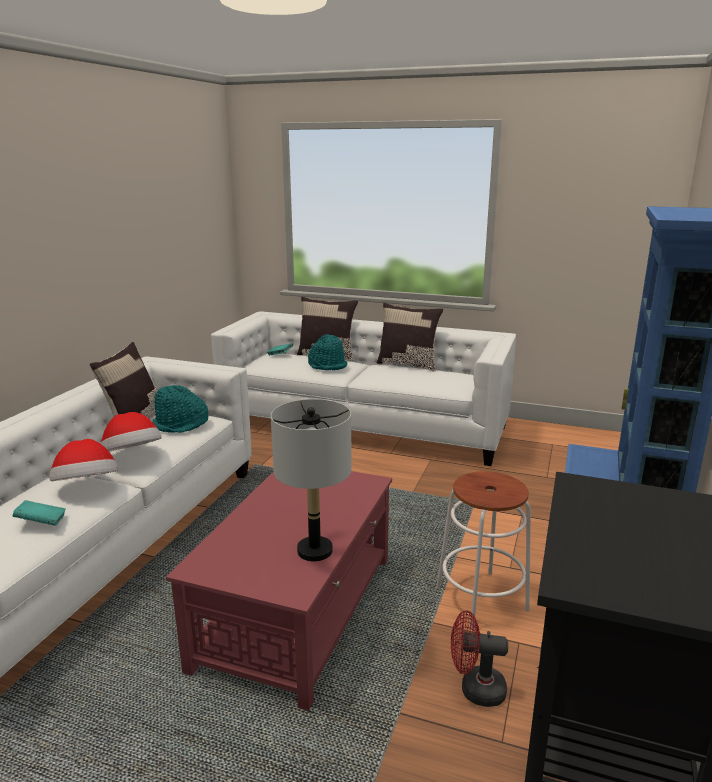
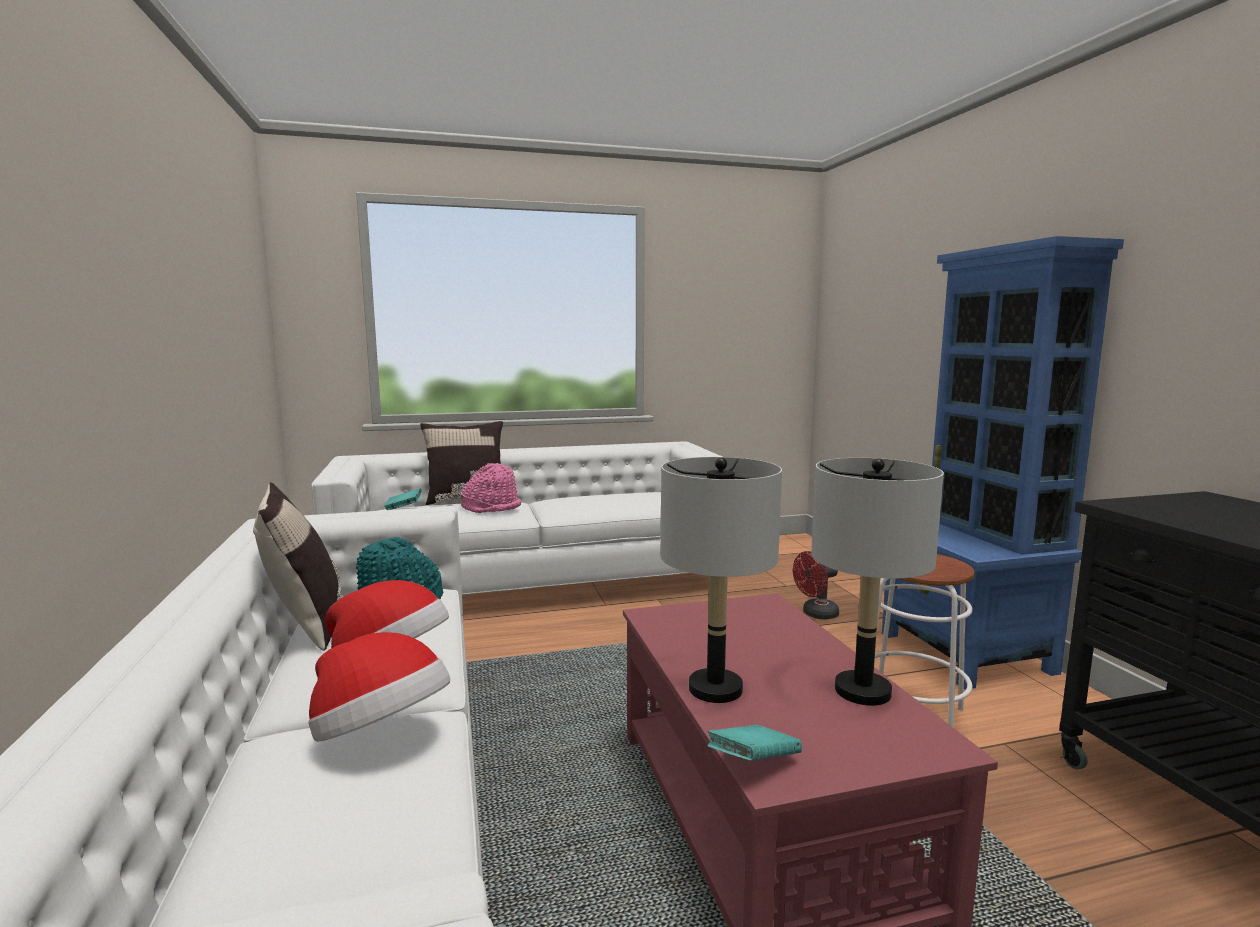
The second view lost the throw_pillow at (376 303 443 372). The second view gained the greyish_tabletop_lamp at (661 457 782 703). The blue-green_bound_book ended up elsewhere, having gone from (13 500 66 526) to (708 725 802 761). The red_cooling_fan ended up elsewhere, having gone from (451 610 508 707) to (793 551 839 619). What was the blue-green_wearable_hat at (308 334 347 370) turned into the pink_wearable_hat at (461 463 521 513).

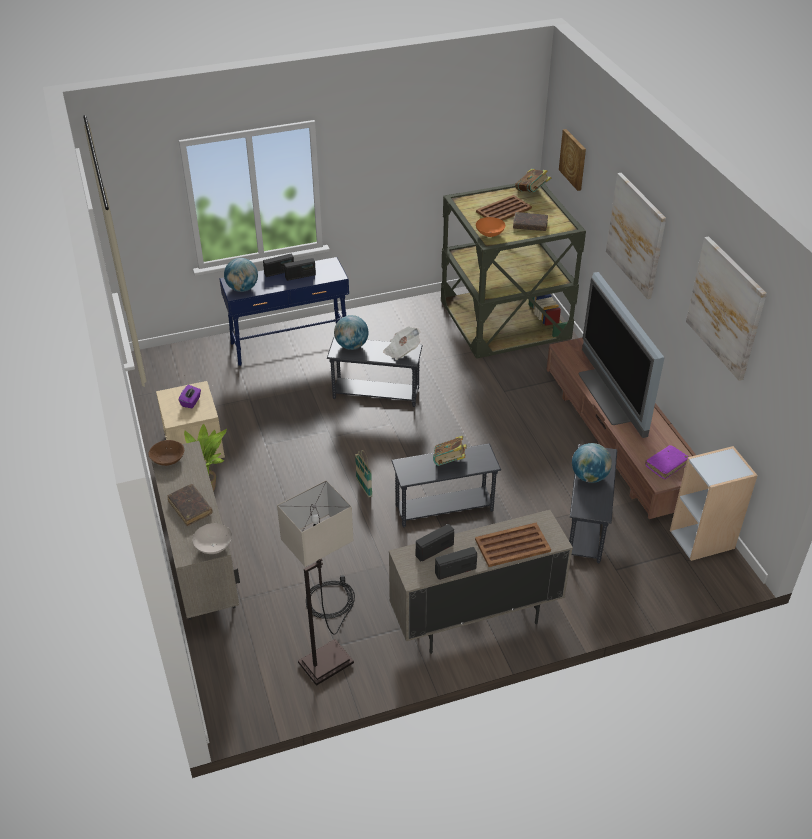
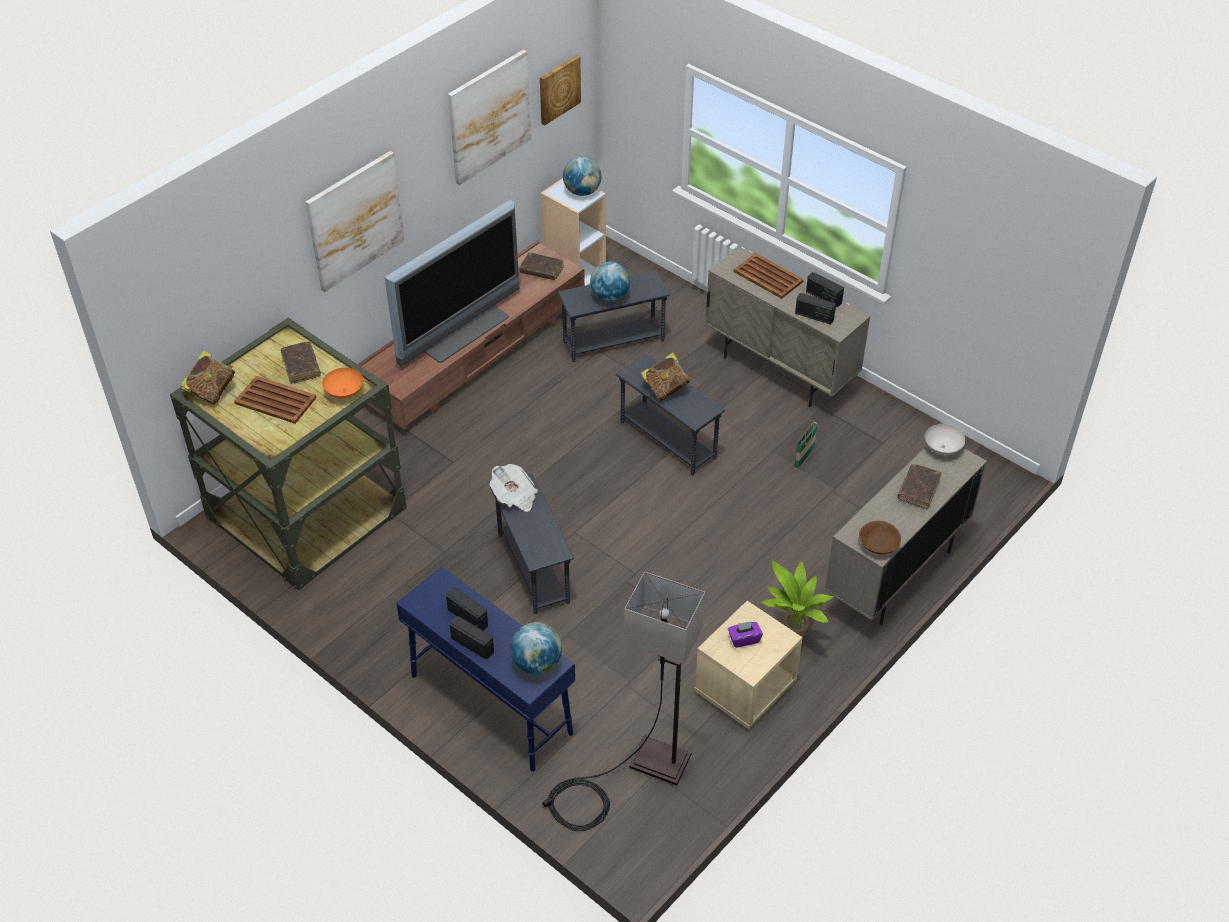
The standard_lamp ended up elsewhere, having gone from (277 480 355 686) to (542 572 705 831). The world_globe ended up elsewhere, having gone from (334 315 369 350) to (563 157 602 196). The household_basket ended up elsewhere, having gone from (355 450 373 497) to (794 418 818 470). The wall_art ended up elsewhere, having gone from (559 129 586 191) to (540 55 581 125). What was the purple-coloured_bound_book at (645 445 689 479) turned into the brown-coloured_bound_book at (519 252 564 280).

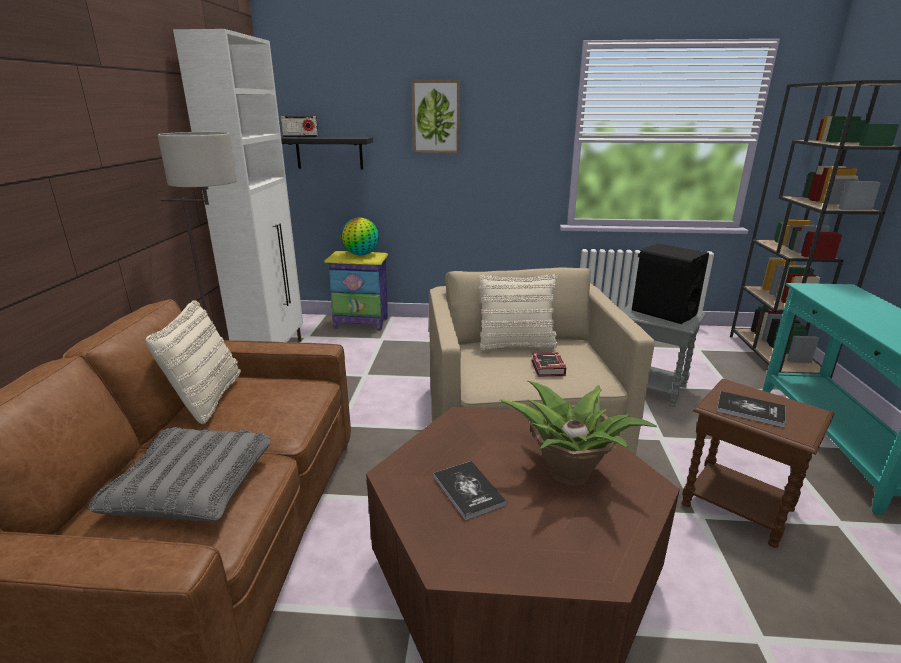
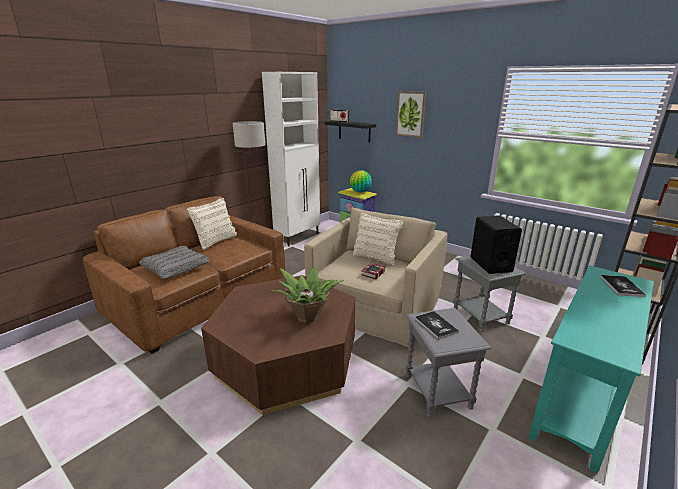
The bound_book ended up elsewhere, having gone from (434 461 506 520) to (600 275 646 297). What was the brown-coloured_end_table at (682 379 834 548) turned into the greyish_end_table at (405 308 492 417).

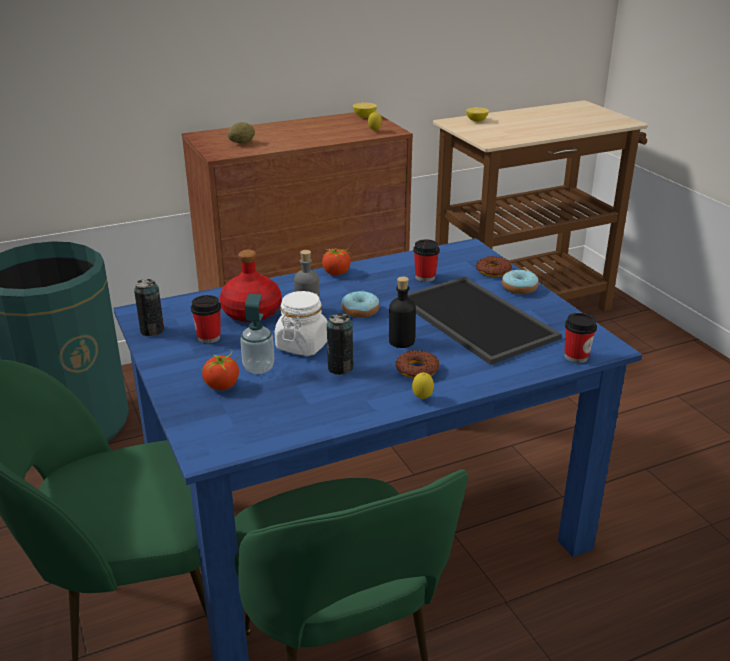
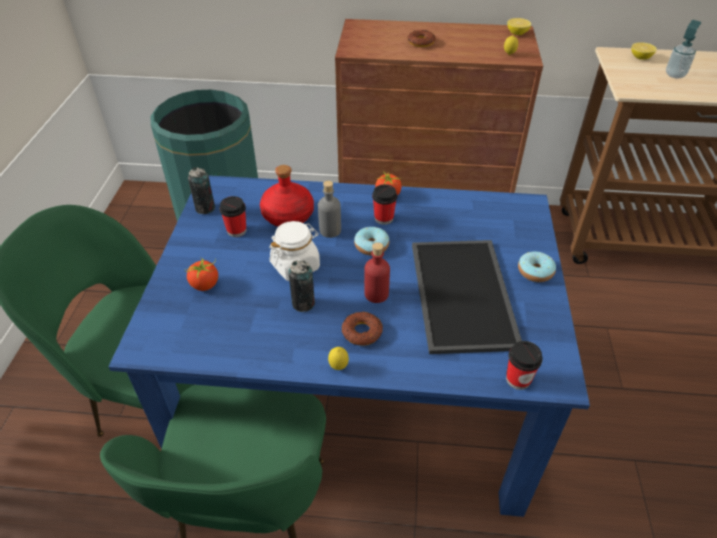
The second view lost the spud at (227 122 255 144). The liquid_soap_bottle ended up elsewhere, having gone from (240 294 274 374) to (666 20 701 79). The drinking_cup ended up elsewhere, having gone from (413 239 440 282) to (372 184 397 225). The donut ended up elsewhere, having gone from (476 256 512 277) to (407 30 436 47). What was the black-coloured_drink_bottle at (389 277 416 348) turned into the red_drink_bottle at (364 242 390 303).

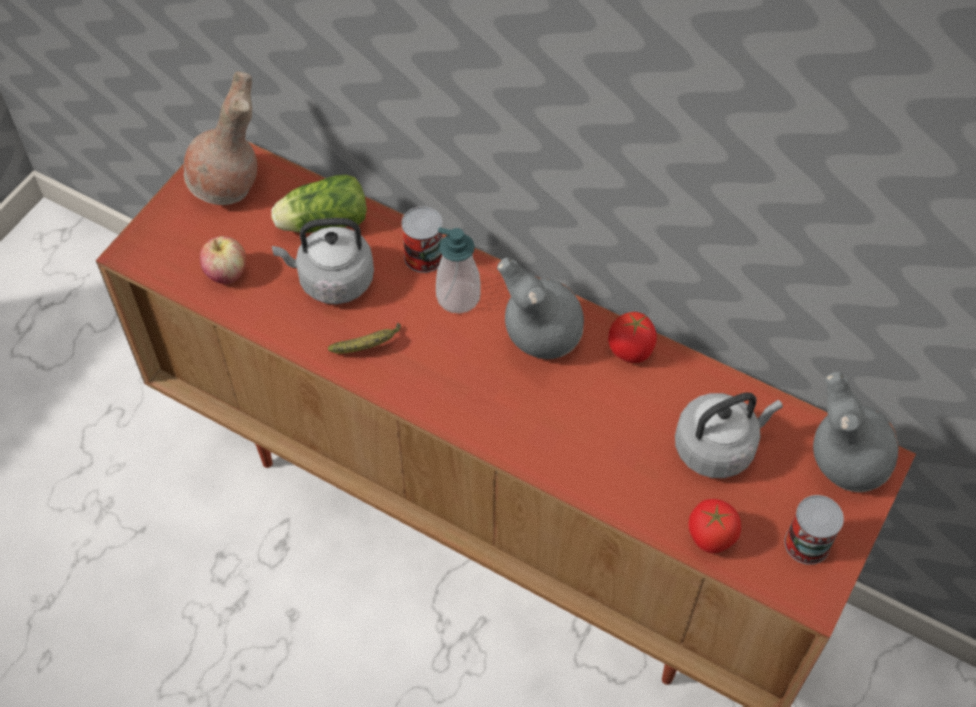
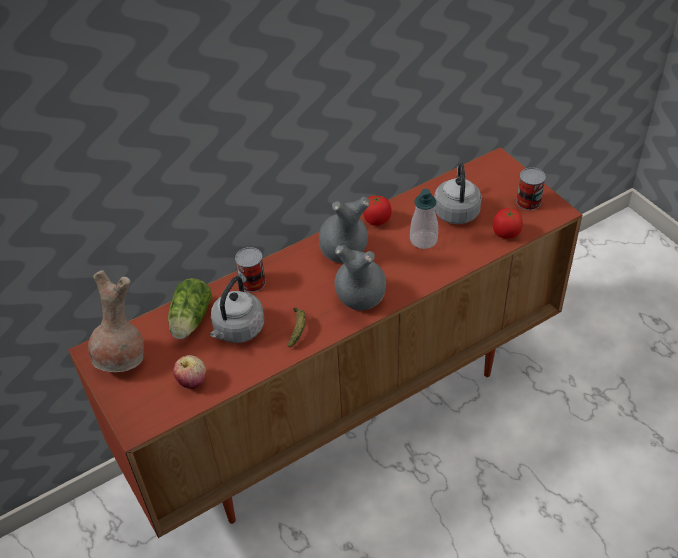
The liquid_soap_bottle ended up elsewhere, having gone from (436 227 481 313) to (410 189 438 249). The greyish_flower_vase ended up elsewhere, having gone from (813 372 898 492) to (334 245 386 310).

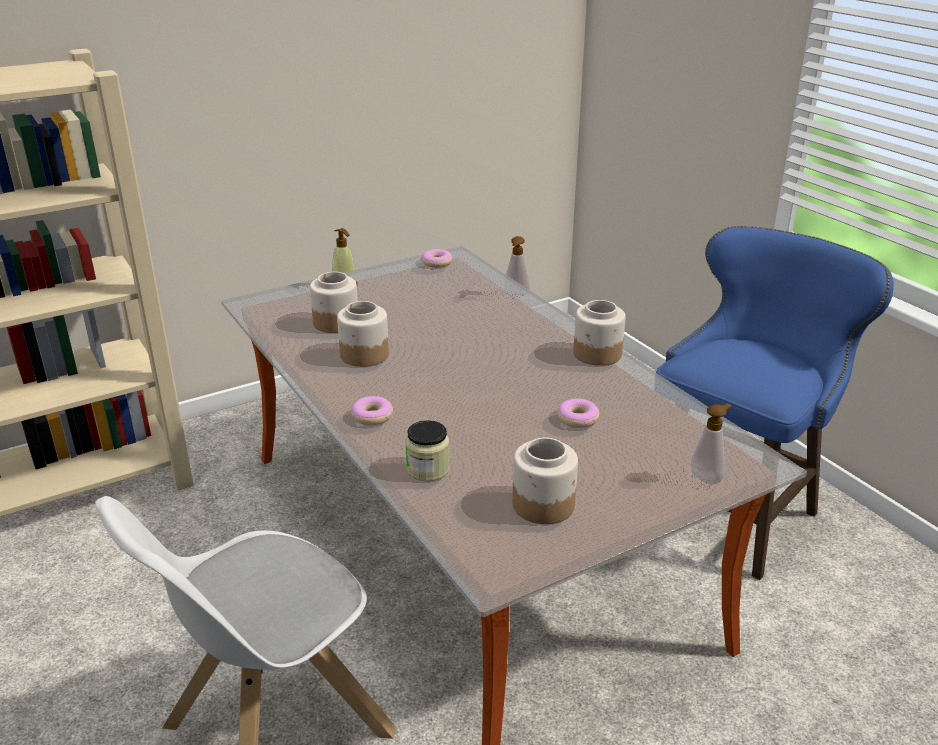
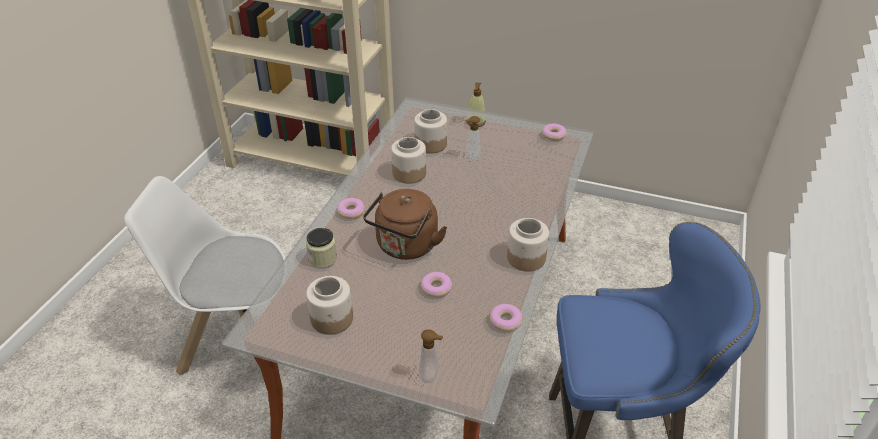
The second view gained the brown-coloured_water_kettle at (363 189 448 260). The second view gained the donut at (490 304 523 331). The liquid_soap_bottle ended up elsewhere, having gone from (504 236 530 297) to (465 116 481 160).

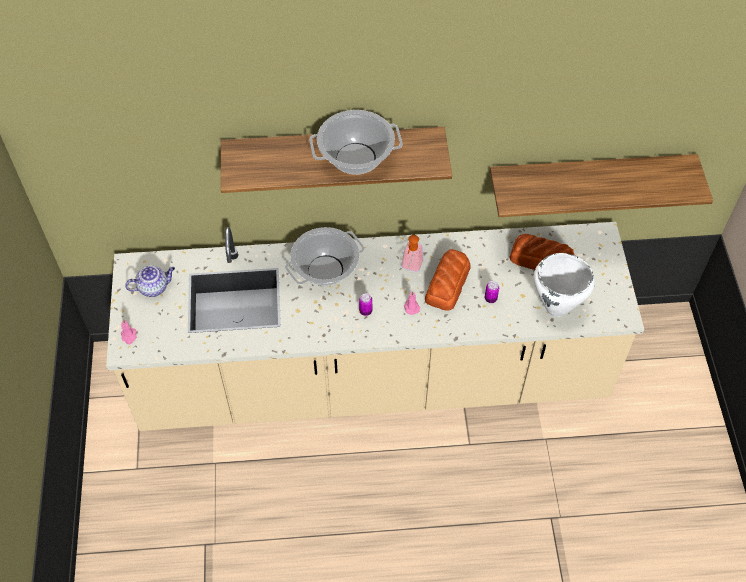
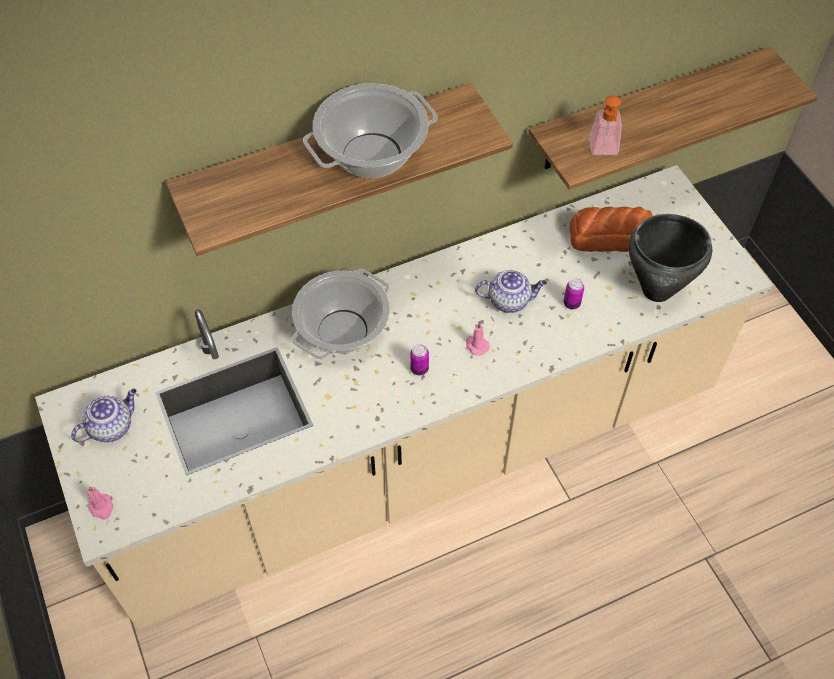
The liquid_soap_bottle ended up elsewhere, having gone from (401 235 423 272) to (589 95 622 155). Where the bread stood at (425 249 470 311), the pot_for_tea came to stand at (475 270 547 313). What was the white_saucepot at (534 253 595 317) turned into the black-coloured_saucepot at (628 214 712 302).

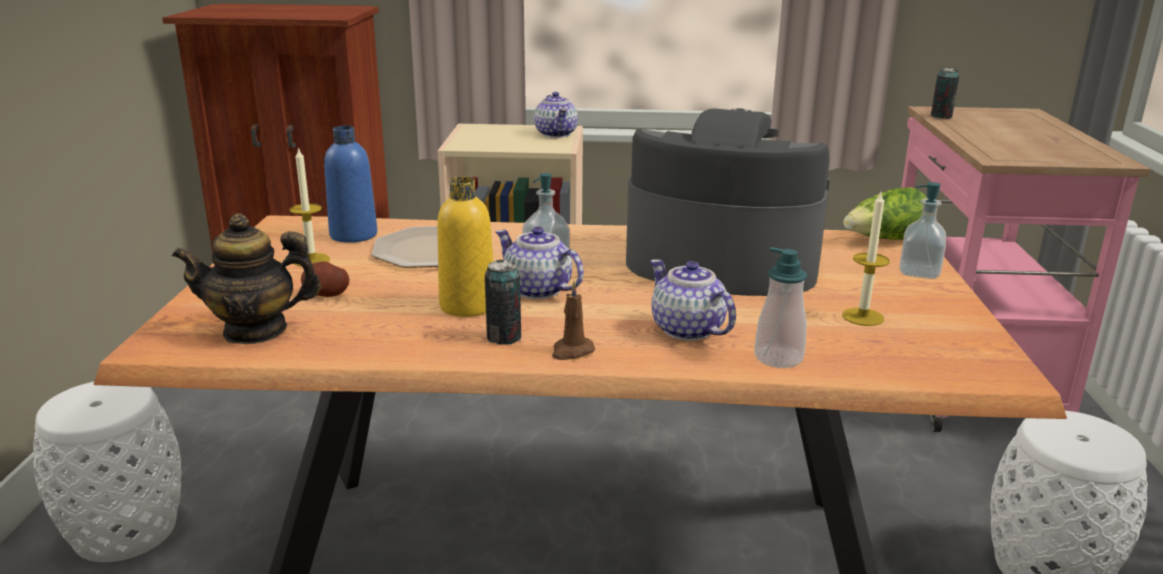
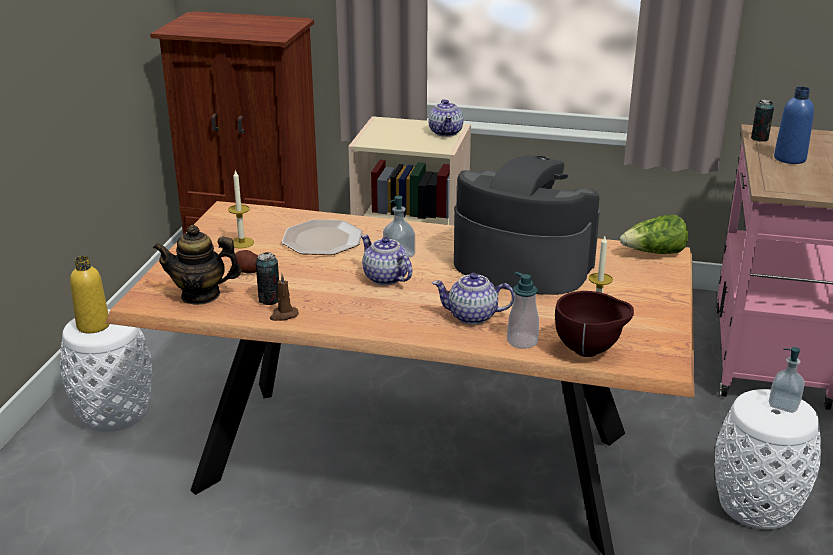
The second view gained the brown-coloured_deep_dish at (555 291 634 357). The blue_drink_bottle ended up elsewhere, having gone from (324 126 377 243) to (774 87 814 164). The yellow_drink_bottle ended up elsewhere, having gone from (437 177 493 317) to (70 256 109 333). The metal_can ended up elsewhere, having gone from (485 260 521 345) to (256 252 279 305). The brown-coloured_wax_candle ended up elsewhere, having gone from (552 281 595 360) to (270 274 299 321). The liquid_soap_bottle ended up elsewhere, having gone from (899 182 946 279) to (769 347 805 413). The pot_for_tea at (650 259 736 341) ended up facing another way, 60 degrees counterclockwise from before.

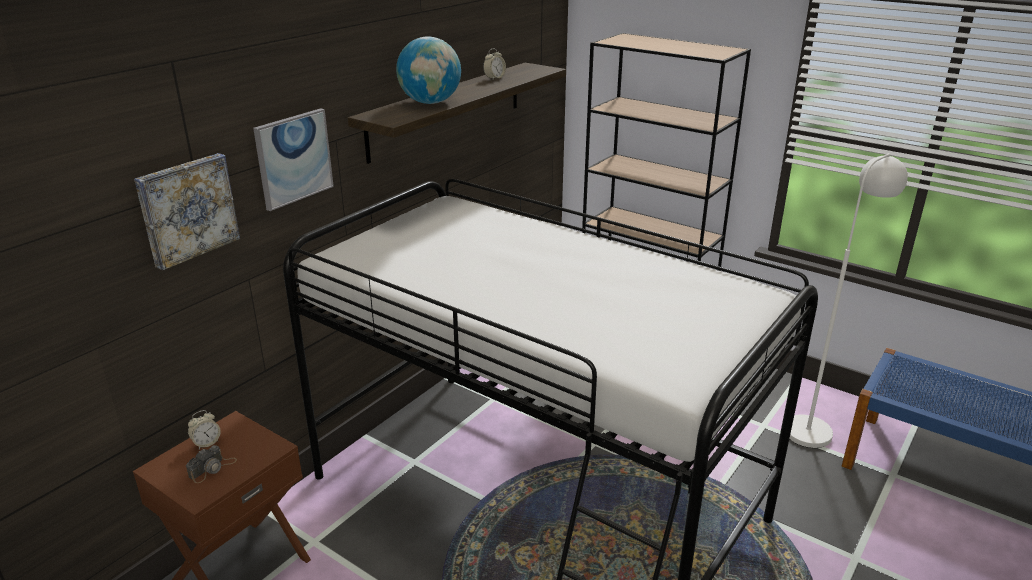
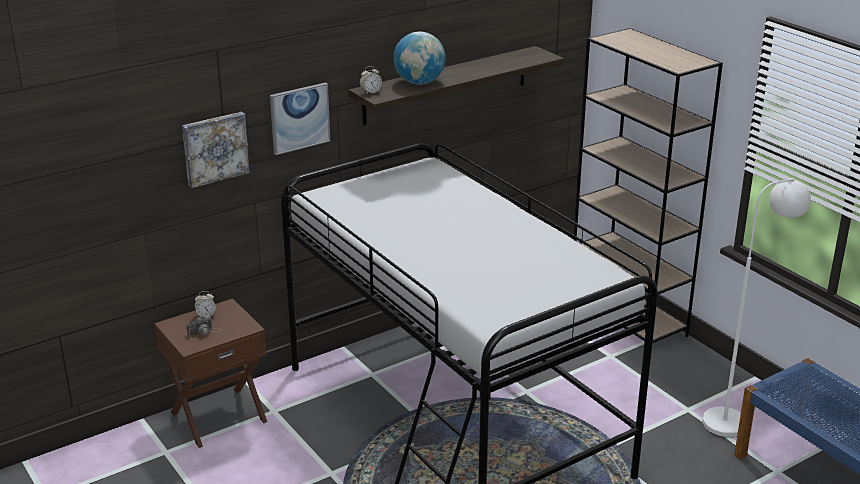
The bedside_clock ended up elsewhere, having gone from (483 49 506 80) to (360 66 382 94).

